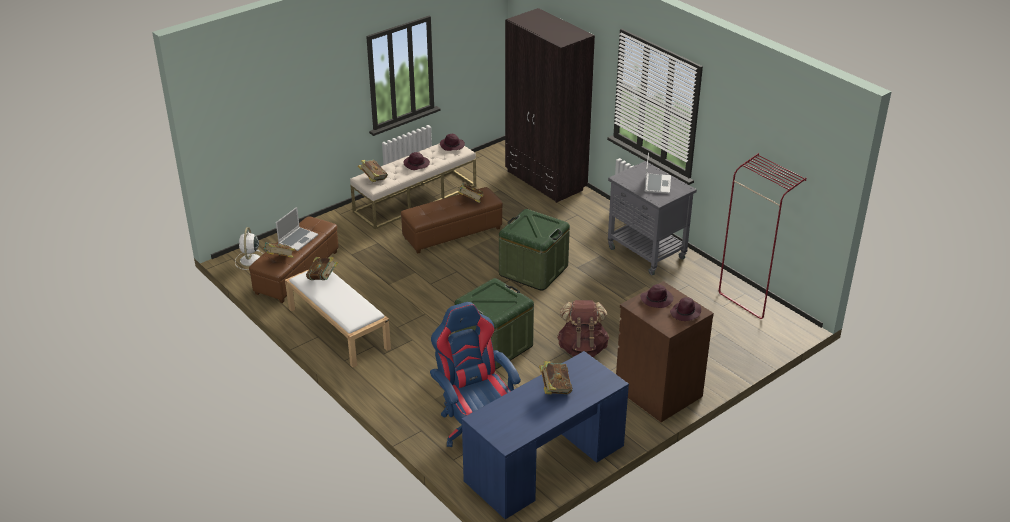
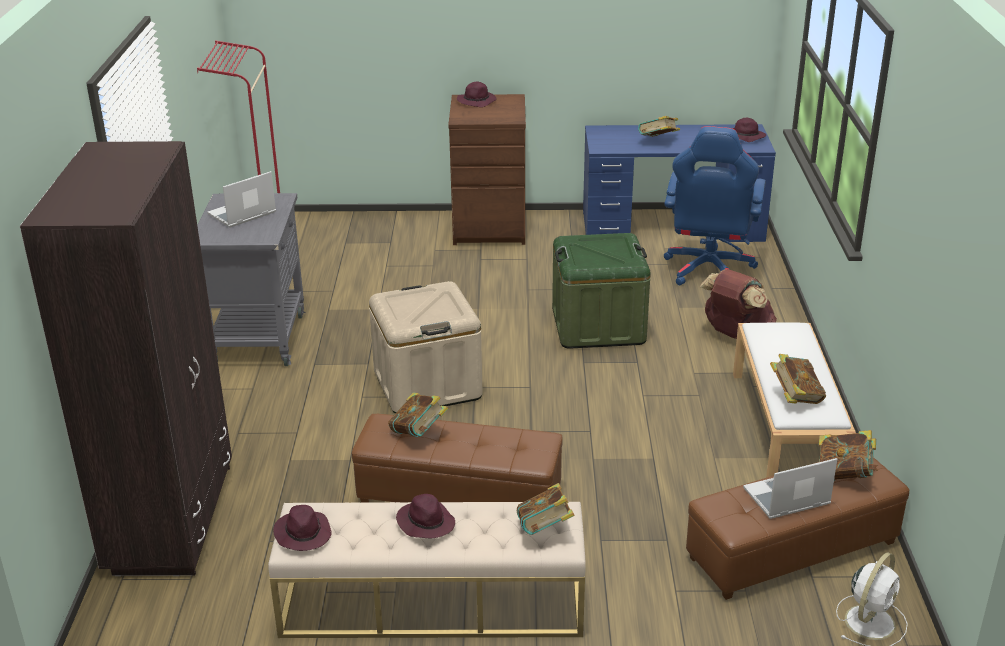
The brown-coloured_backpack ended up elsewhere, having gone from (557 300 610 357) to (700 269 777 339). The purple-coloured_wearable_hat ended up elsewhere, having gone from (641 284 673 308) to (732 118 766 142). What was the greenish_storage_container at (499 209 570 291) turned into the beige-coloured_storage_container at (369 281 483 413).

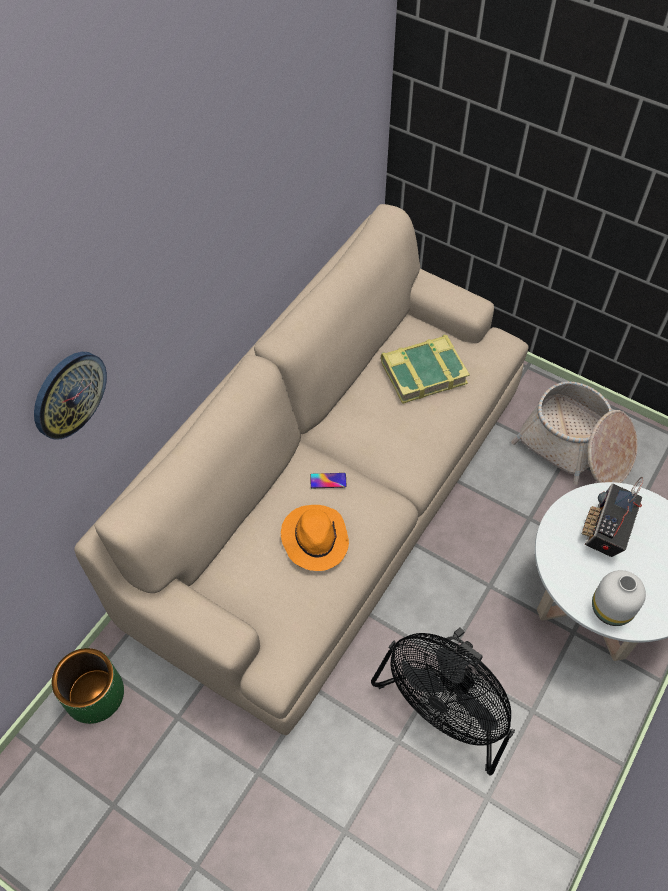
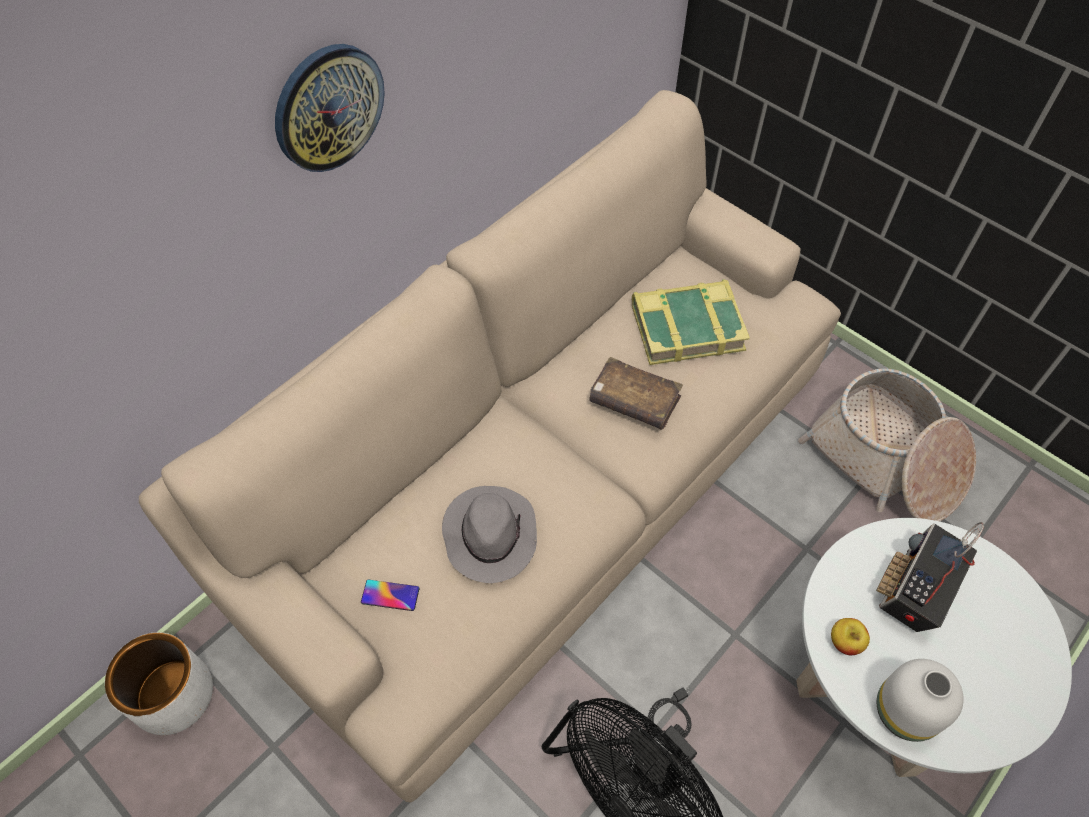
The second view gained the brown-coloured_bound_book at (589 357 683 430). The second view gained the apple_fruit at (831 618 870 655). The clock_on_the_wall ended up elsewhere, having gone from (34 352 107 440) to (275 44 385 172). The telephone ended up elsewhere, having gone from (310 473 347 488) to (361 580 420 611). What was the greenish_flower_pot at (52 648 124 724) turned into the white_flower_pot at (105 632 213 735). What was the orange_wearable_hat at (281 505 349 571) turned into the greyish_wearable_hat at (442 486 537 583).

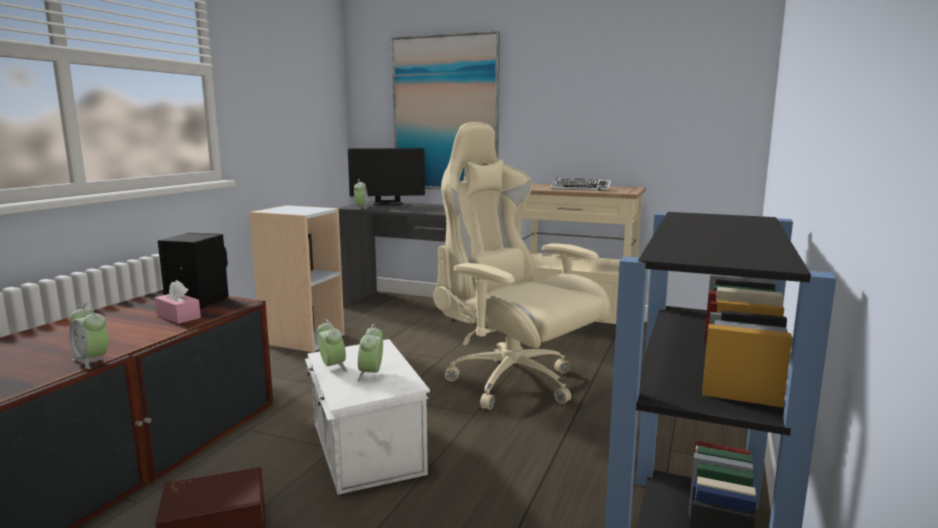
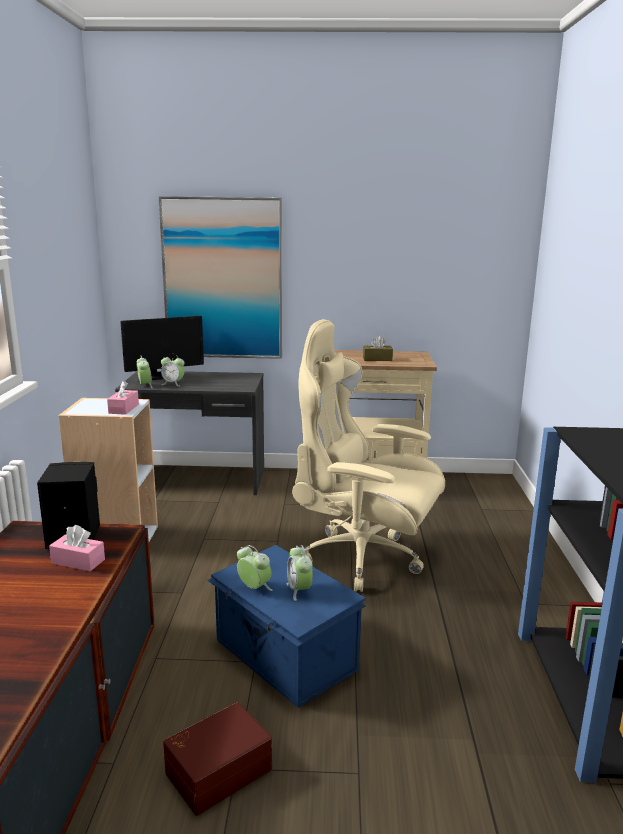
The second view gained the pink_tissue_holder at (107 381 139 415). The bedside_clock ended up elsewhere, having gone from (69 303 109 369) to (161 354 184 386). Where the keyboard stood at (551 178 611 191), the brown-coloured_tissue_holder came to stand at (363 336 393 361). What was the white_storage_container at (305 339 430 495) turned into the blue_storage_container at (207 545 366 708).

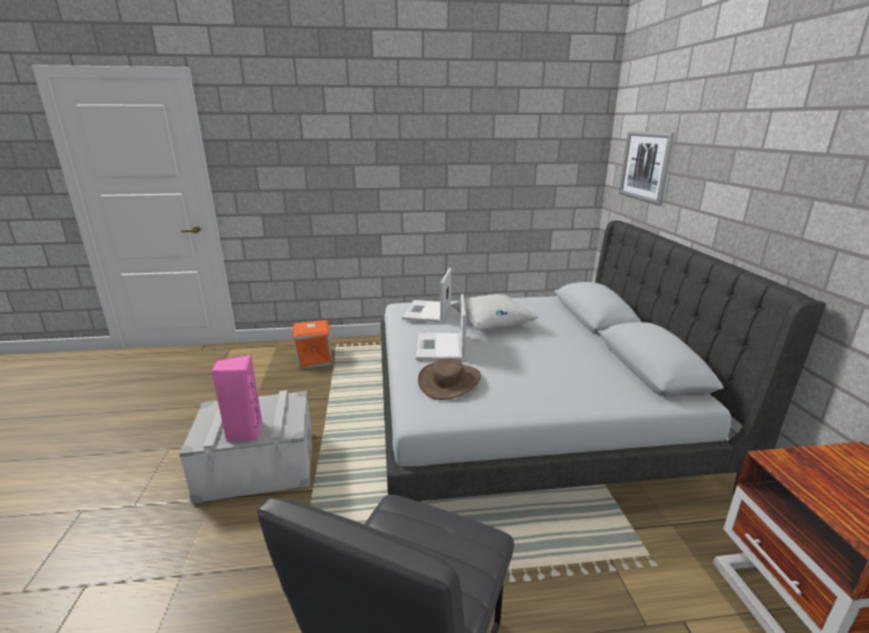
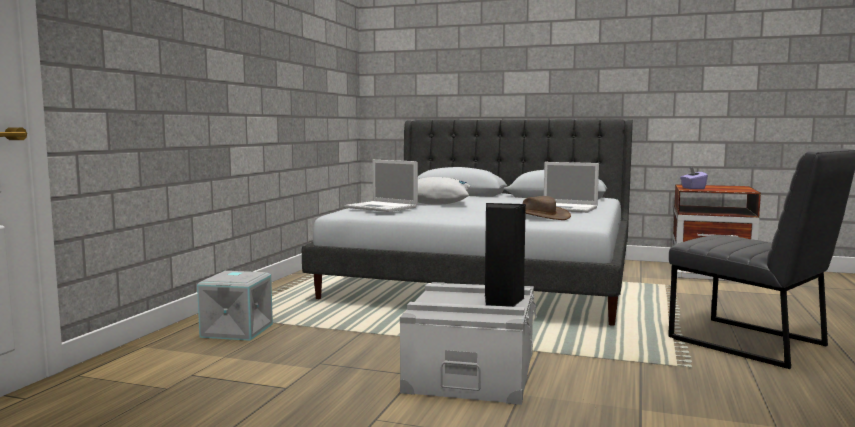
The second view lost the wall_art at (619 131 675 206). The second view gained the purple-coloured_tissue_holder at (680 167 708 189). The portable_computer ended up elsewhere, having gone from (416 294 466 360) to (544 162 599 213). What was the pink_audio_speaker at (211 354 262 441) turned into the black-coloured_audio_speaker at (485 203 526 307). What was the orange_storage_container at (291 320 332 369) turned into the greyish_storage_container at (197 271 273 341).

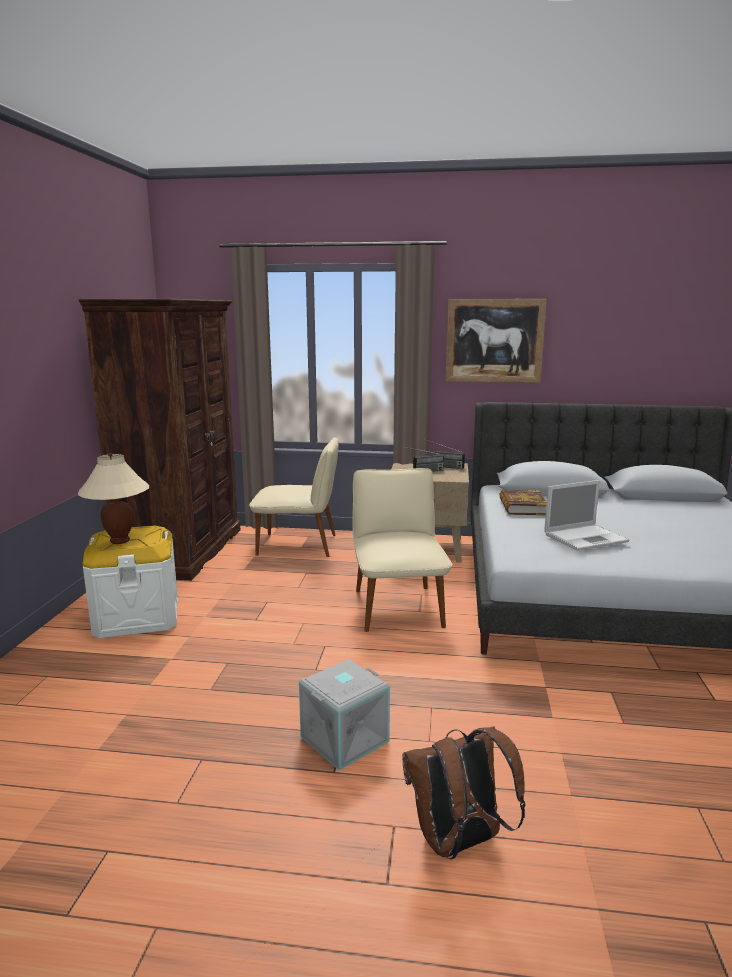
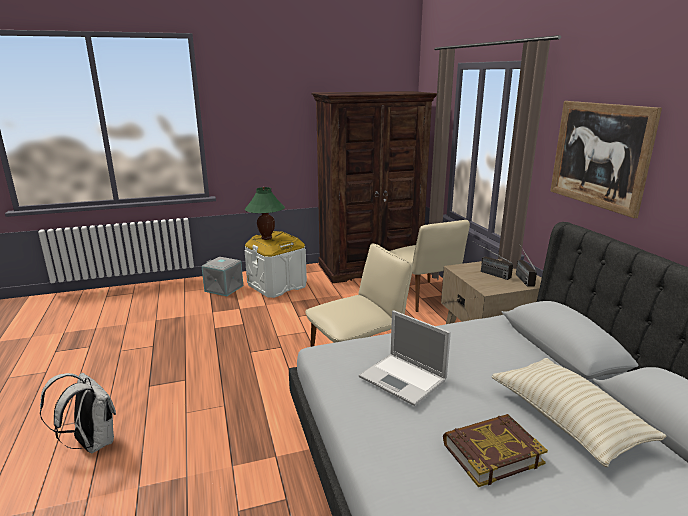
The second view gained the beige-coloured_throw_pillow at (491 358 666 467). The greyish_storage_container ended up elsewhere, having gone from (299 659 390 770) to (202 257 243 296). The bound_book ended up elsewhere, having gone from (499 490 547 515) to (443 414 548 487). What was the beige-coloured_tabletop_lamp at (78 453 149 544) turned into the greenish_tabletop_lamp at (245 187 285 240). What was the brown-coloured_backpack at (403 726 525 859) turned into the white_backpack at (40 373 116 454).

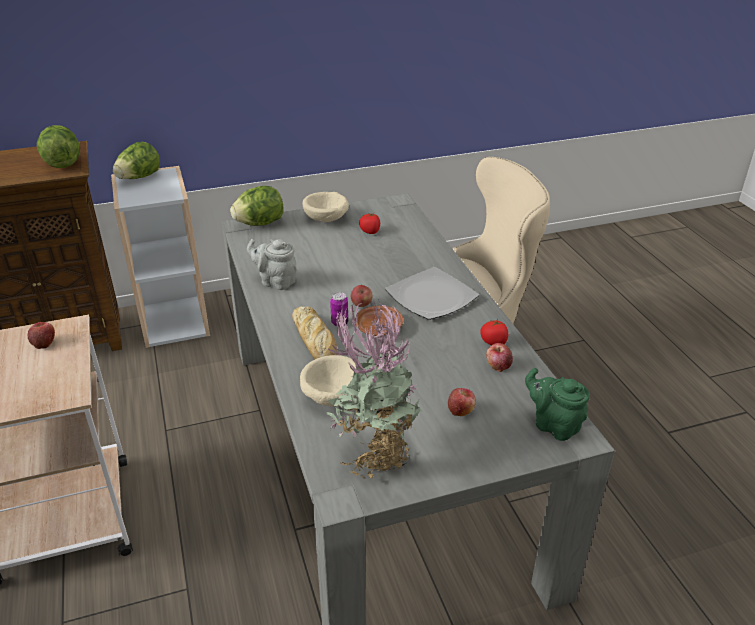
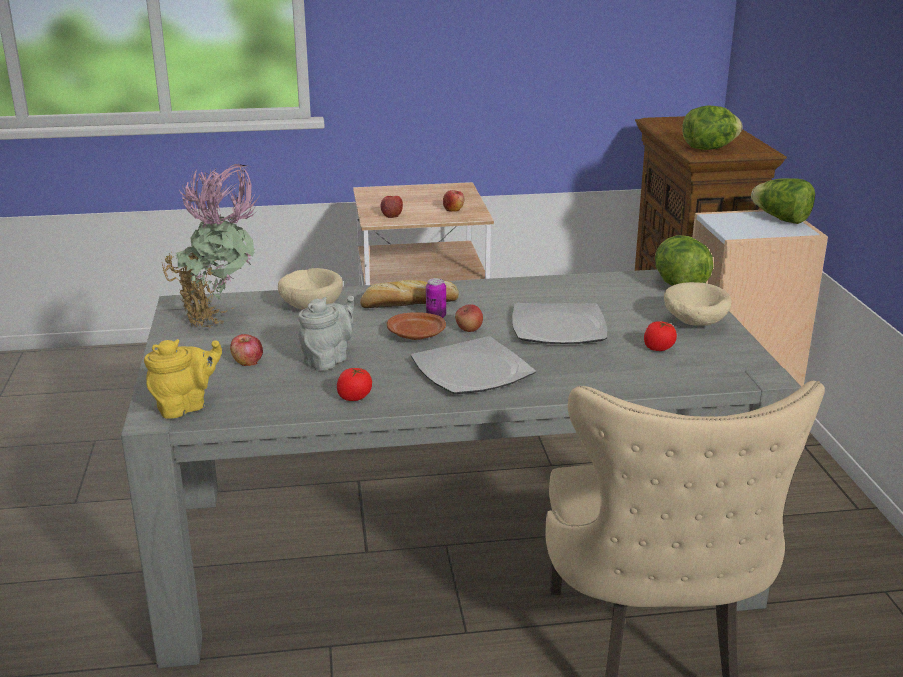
The second view gained the dinner_plate at (512 303 607 344). The greyish_pot_for_tea ended up elsewhere, having gone from (247 239 297 290) to (298 296 354 371). The apple_fruit ended up elsewhere, having gone from (486 343 513 372) to (380 196 403 218). What was the greenish_pot_for_tea at (525 368 590 441) turned into the yellow_pot_for_tea at (144 339 222 419).

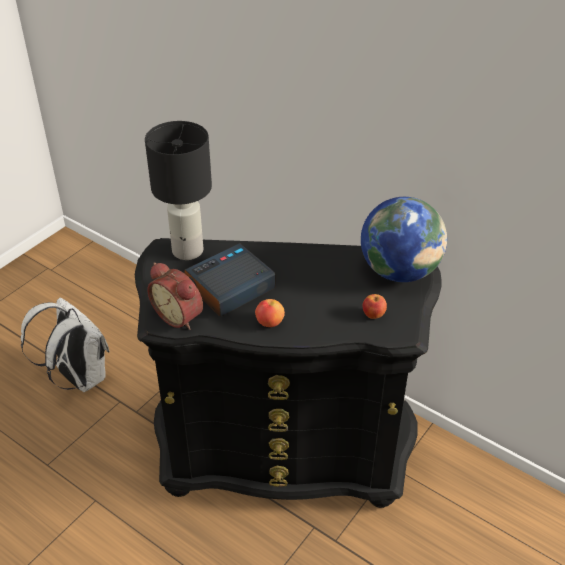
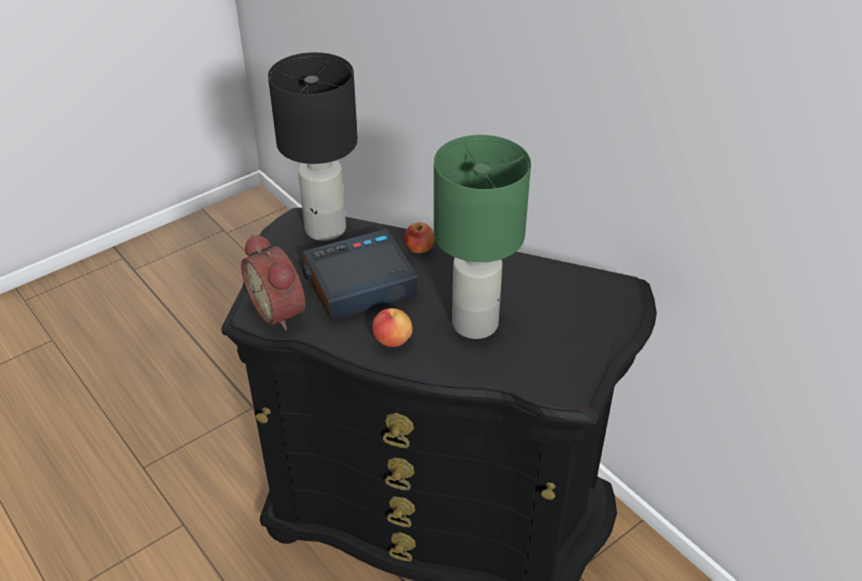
The second view lost the white_backpack at (21 298 110 392). The second view lost the world_globe at (361 197 447 282). The second view gained the greenish_tabletop_lamp at (434 135 531 339). The apple_fruit ended up elsewhere, having gone from (363 294 387 319) to (404 222 434 253).

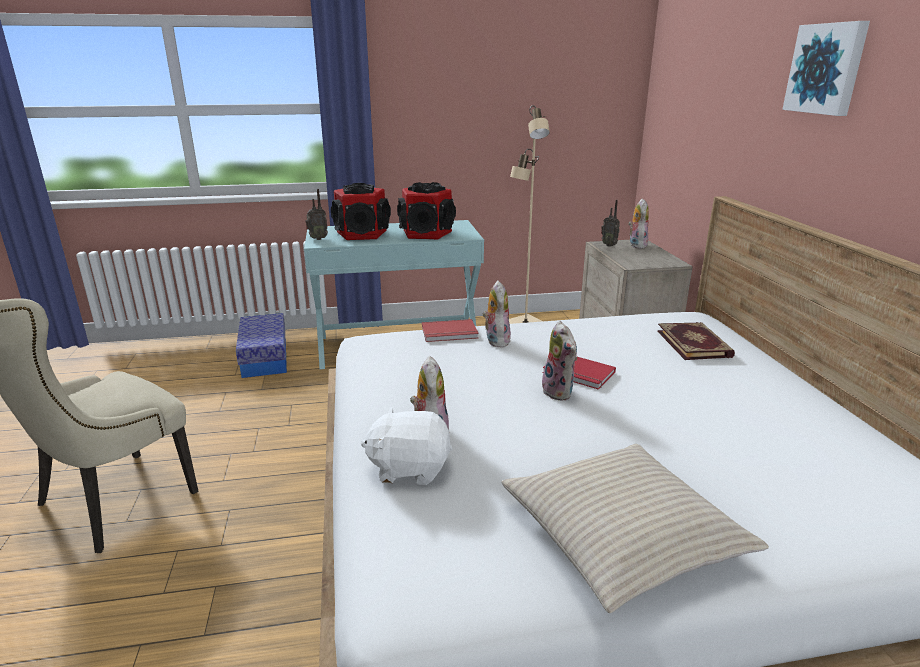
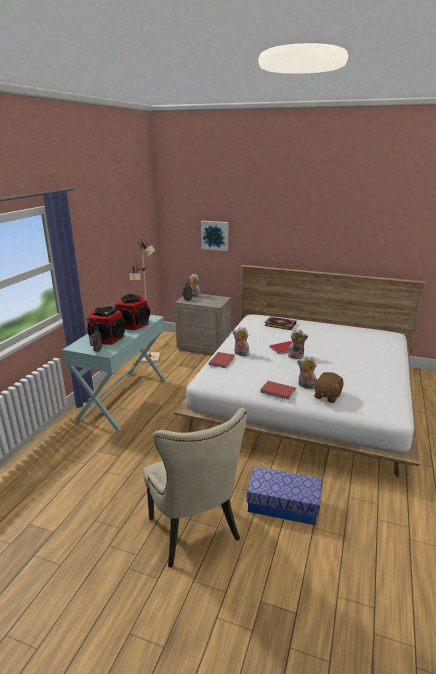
The second view lost the beige-coloured_throw_pillow at (501 444 769 613). The second view gained the red_bound_book at (260 381 295 400). The storage_container ended up elsewhere, having gone from (236 313 287 378) to (246 466 322 525). The wall_art ended up elsewhere, having gone from (782 21 870 116) to (201 221 228 251). What was the white_cuddly_toy at (361 406 452 485) turned into the brown-coloured_cuddly_toy at (313 372 344 403).

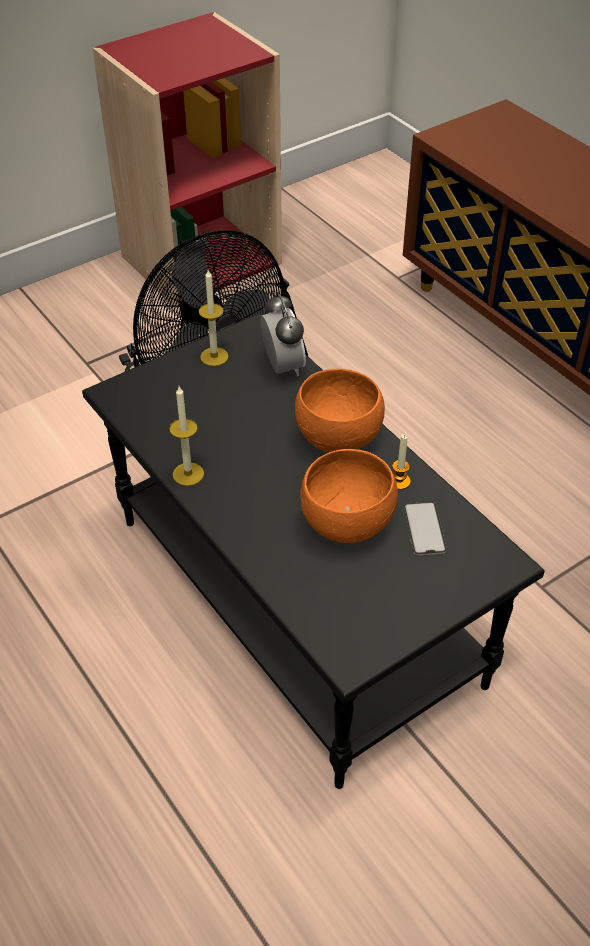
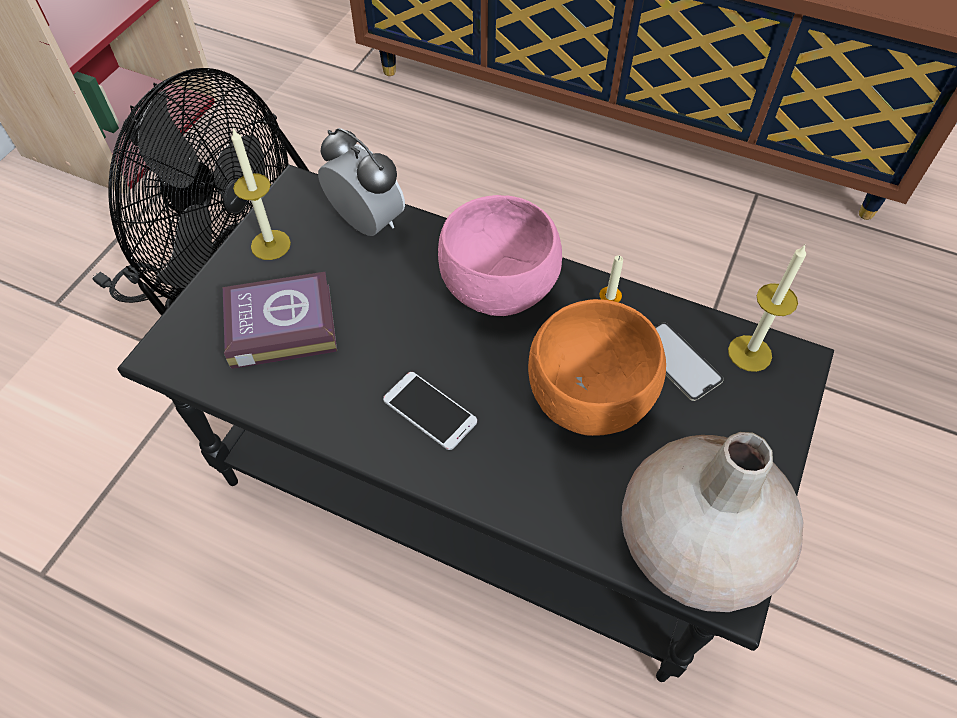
The second view gained the bound_book at (223 272 337 369). The second view gained the telephone at (383 372 477 450). The second view gained the beige-coloured_flower_vase at (621 432 803 612). The wax_candle ended up elsewhere, having gone from (169 387 204 486) to (728 245 806 372). What was the orange_deep_dish at (295 369 385 453) turned into the pink_deep_dish at (438 195 562 316).

